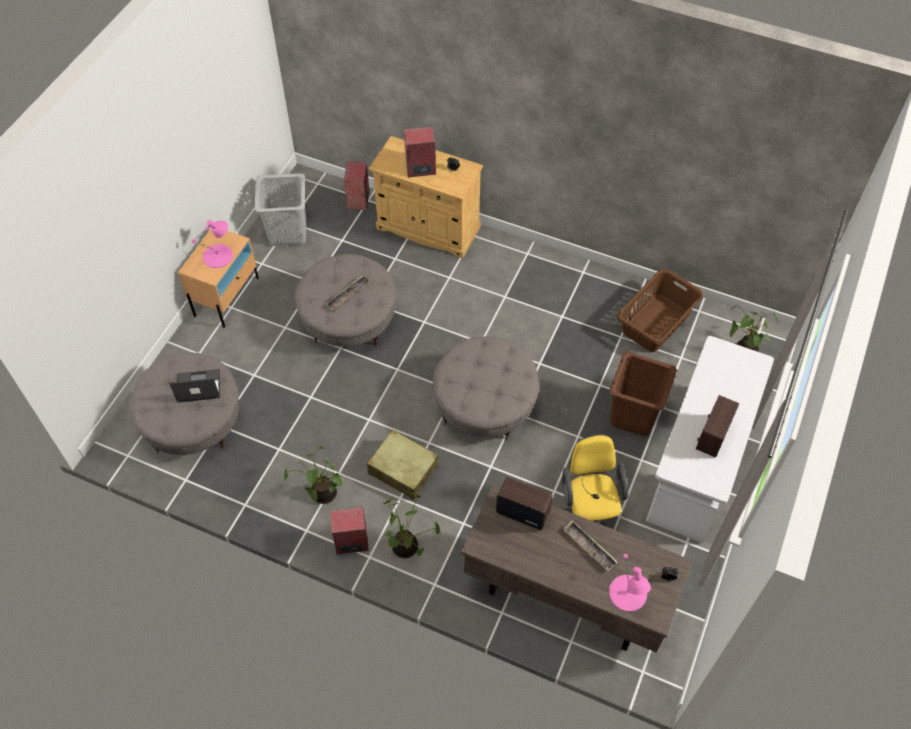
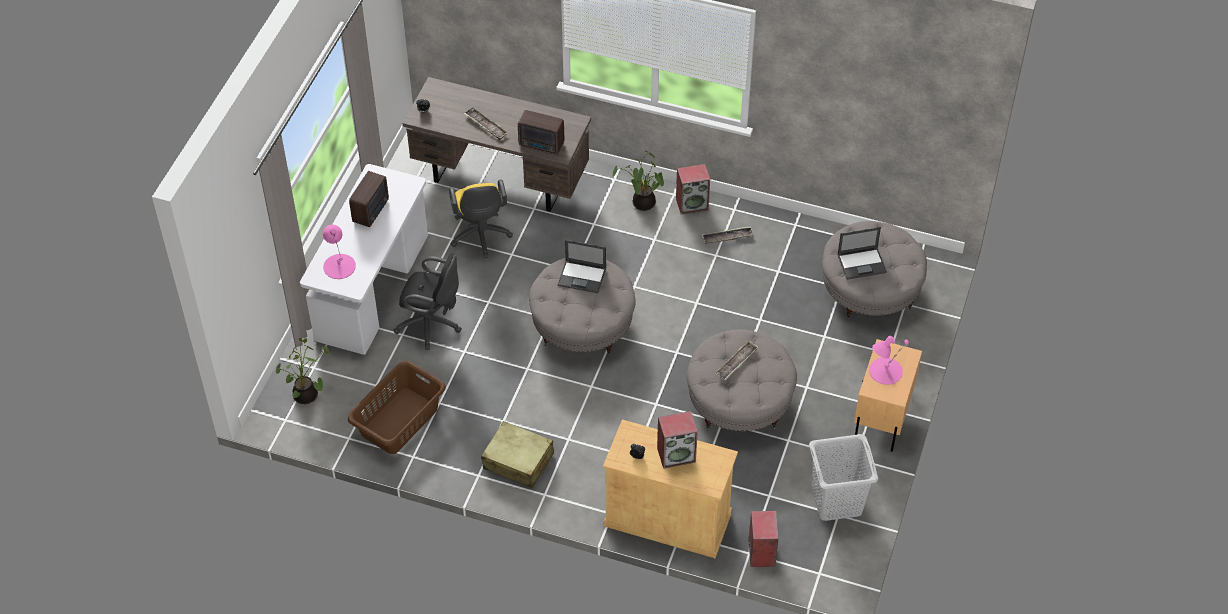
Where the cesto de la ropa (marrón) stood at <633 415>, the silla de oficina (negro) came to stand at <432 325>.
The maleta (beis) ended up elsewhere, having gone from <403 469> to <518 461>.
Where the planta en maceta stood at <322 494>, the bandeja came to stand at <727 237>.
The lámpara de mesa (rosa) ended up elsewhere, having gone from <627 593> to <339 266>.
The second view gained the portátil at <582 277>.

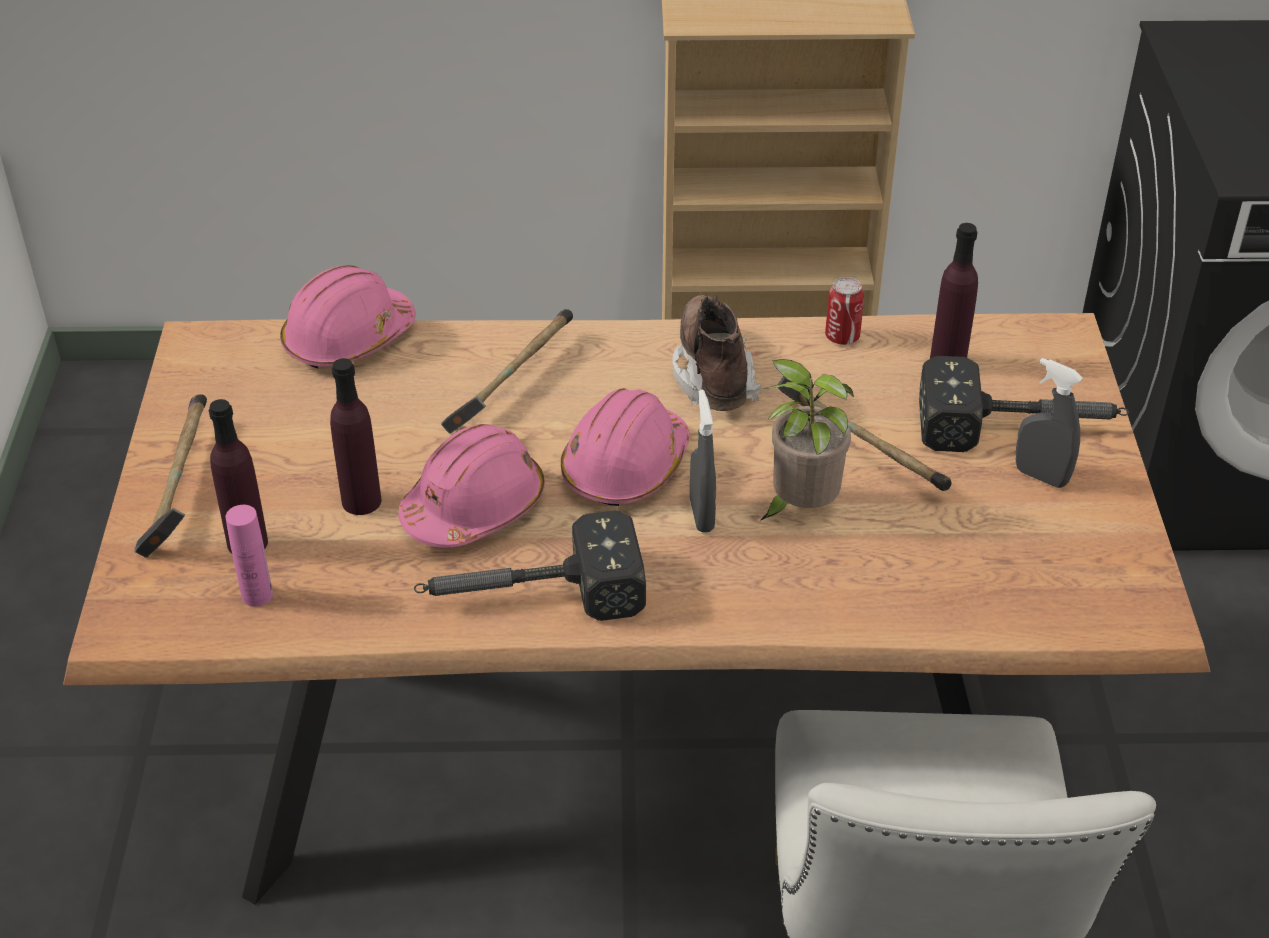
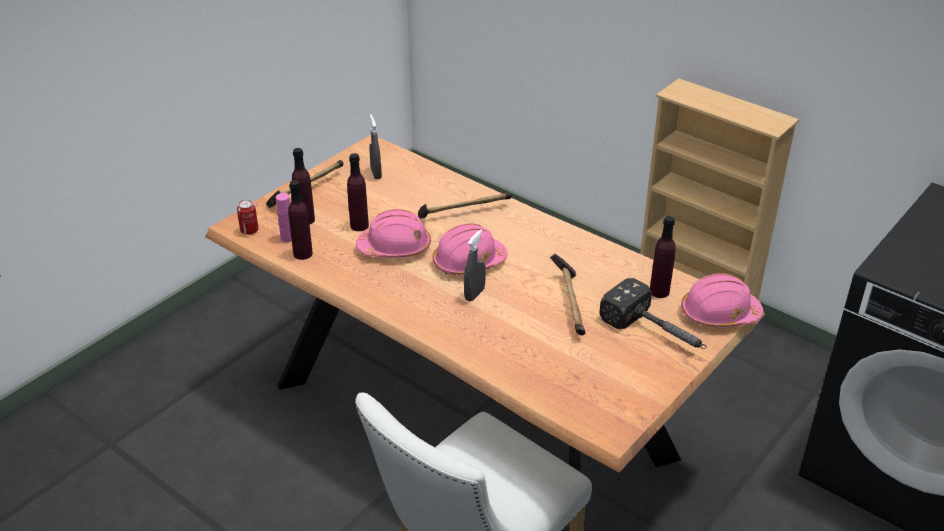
The casco (rosa) ended up elsewhere, having gone from <348 339> to <719 314>.
The lata ended up elsewhere, having gone from <842 336> to <249 231>.
The second view lost the bota (marrón) at <713 375>.
The pulverizador (gris) ended up elsewhere, having gone from <1041 476> to <376 174>.
The second view lost the planta en maceta at <799 508>.
The second view lost the martillo at <528 596>.
The second view gained the botella (morado) at <303 253>.

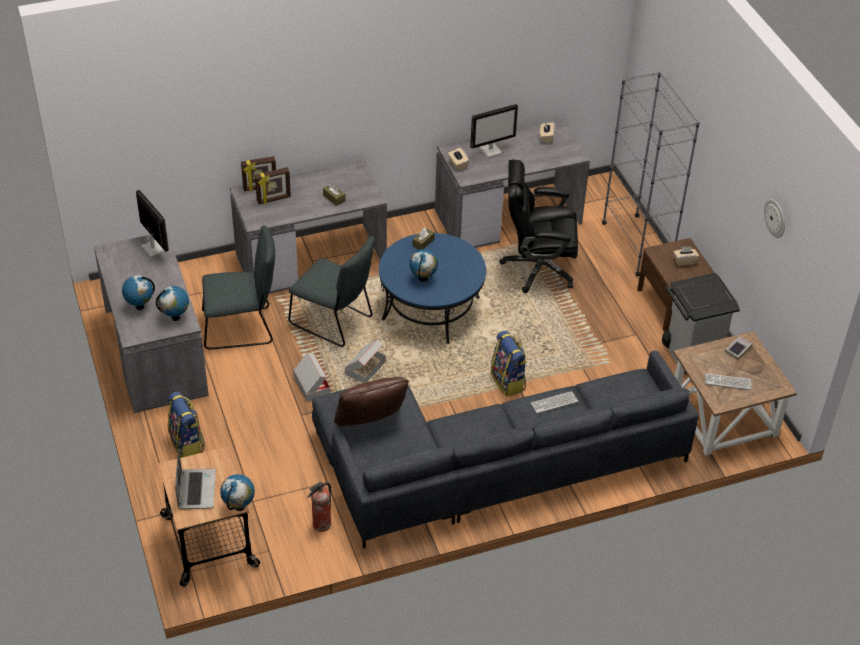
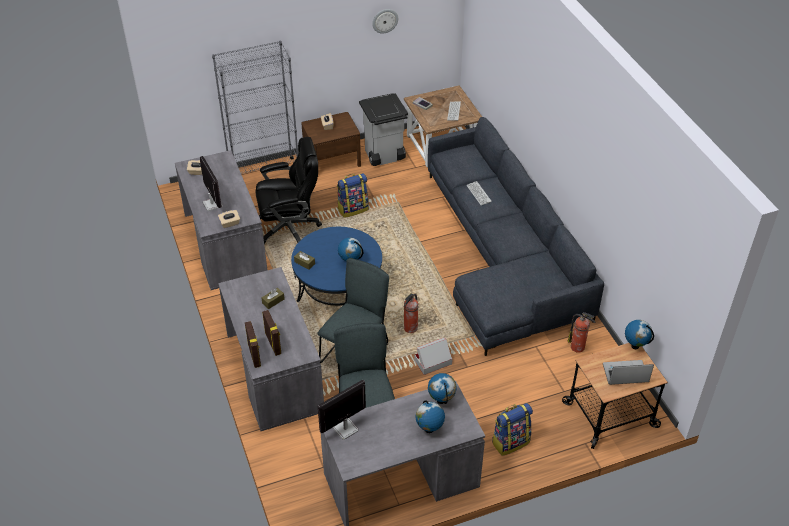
The silla de oficina (negro) at <538 268> ended up facing another way, 105 degrees counterclockwise from before.
The mochila ended up elsewhere, having gone from <508 381> to <353 209>.
Where the caja de cartón stood at <365 368>, the extintor came to stand at <410 328>.
The second view lost the cojín (marrón) at <370 424>.

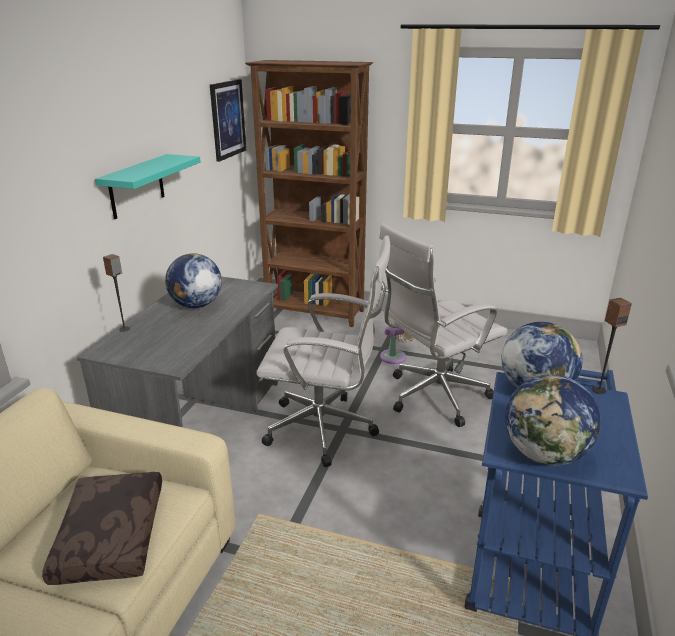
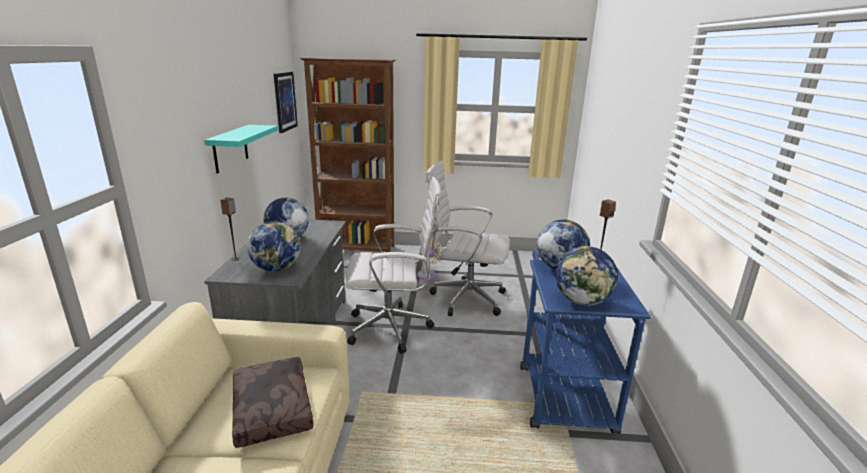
The silla de oficina (blanco) at <433 397> ended up facing another way, 60 degrees clockwise from before.
The second view gained the globo terráqueo at <276 268>.

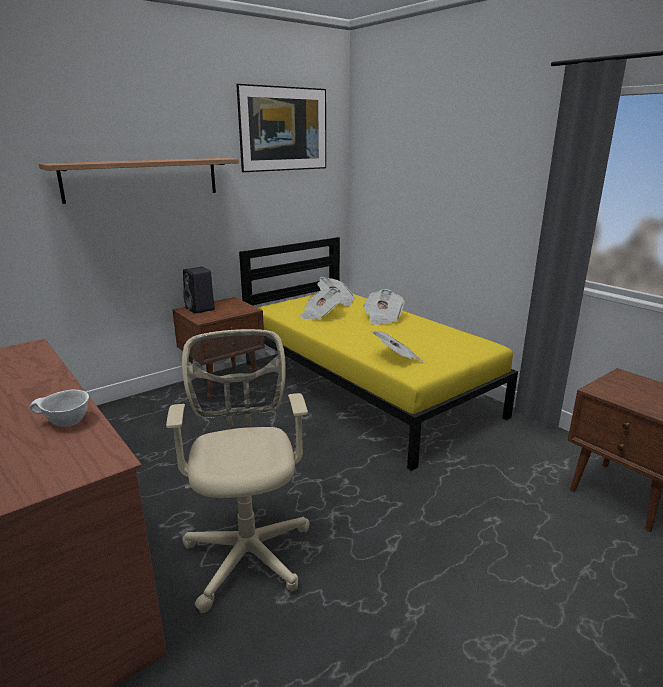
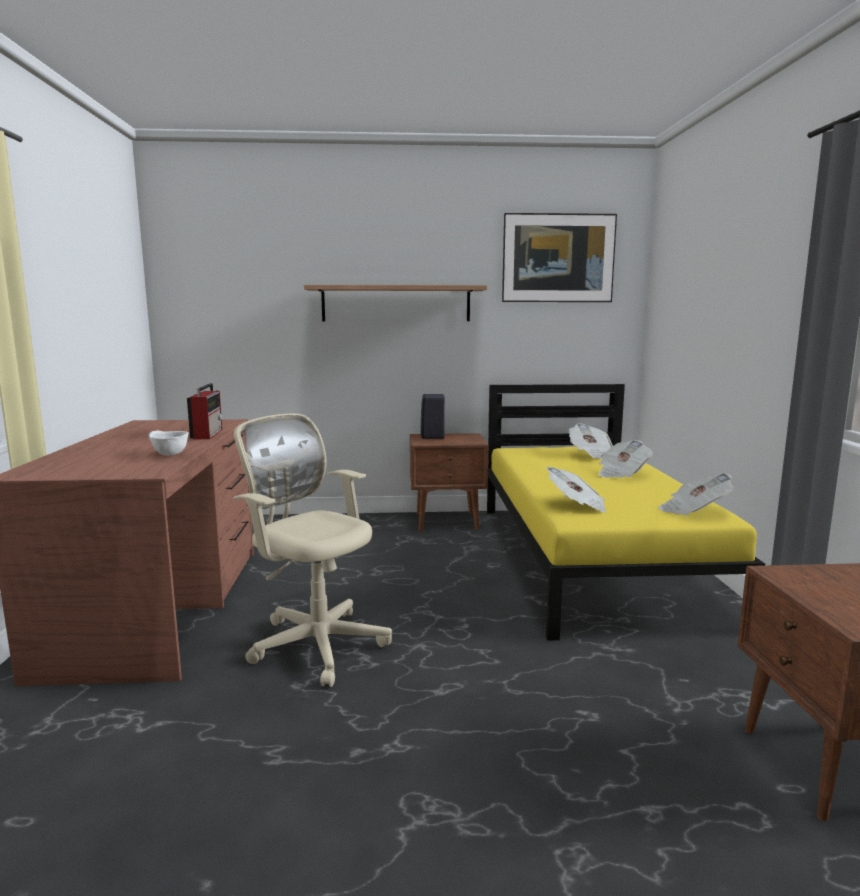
The periódico ended up elsewhere, having gone from <320 315> to <693 511>.
The silla de oficina (beis) at <248 549> ended up facing another way, 75 degrees counterclockwise from before.
The second view gained the radio at <207 434>.

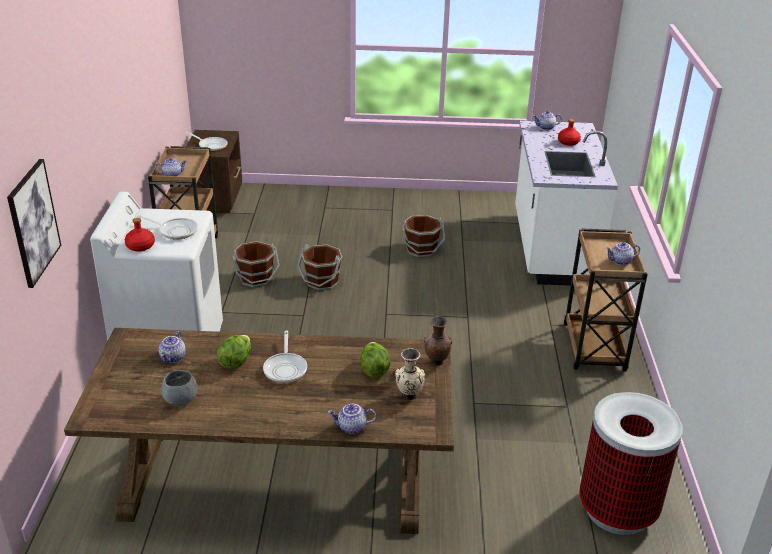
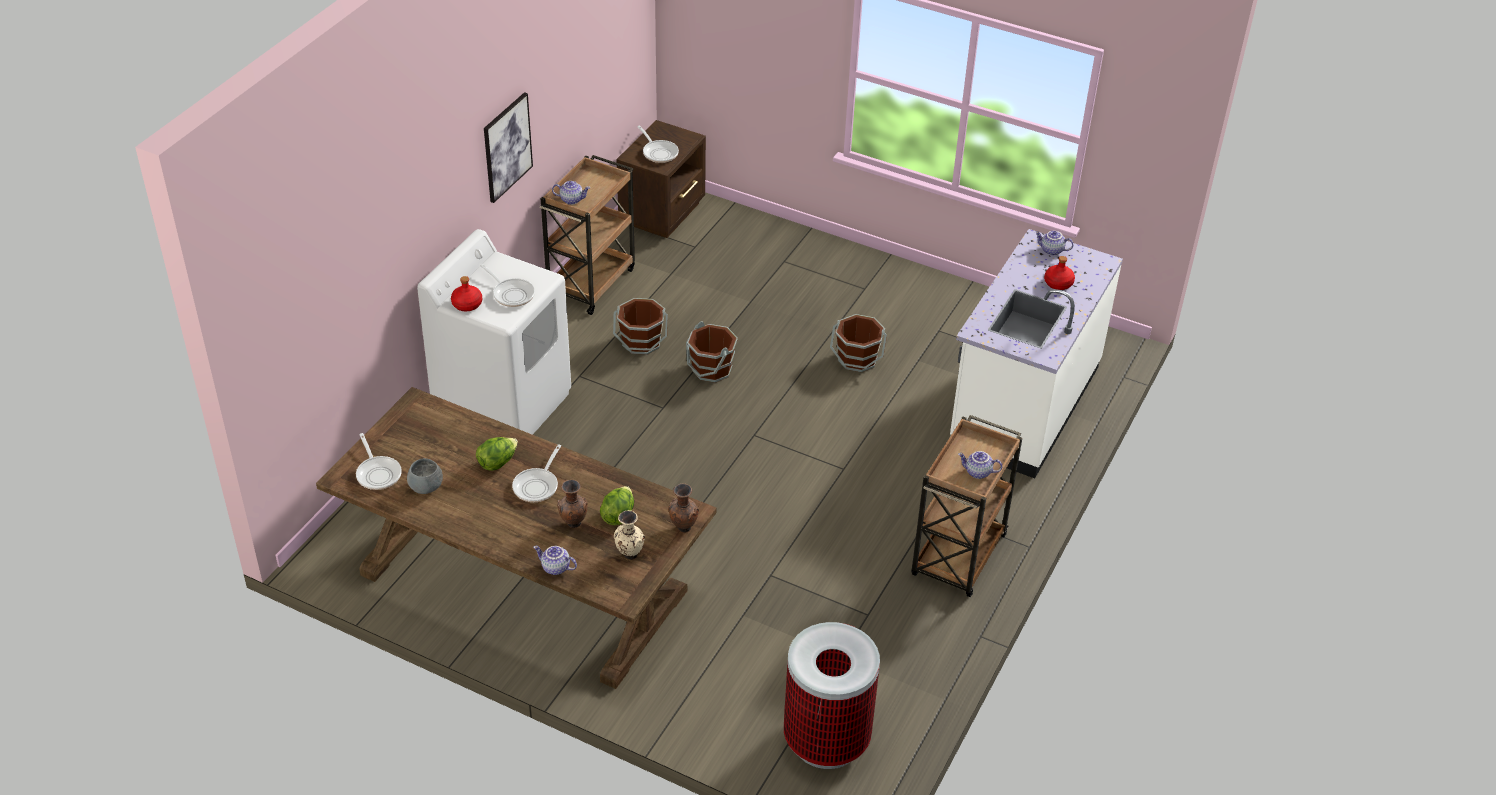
The cuadro ended up elsewhere, having gone from <33 222> to <507 147>.
The second view lost the tetera at <173 358>.
The second view gained the sartén at <378 473>.
The second view gained the florero (marrón) at <573 524>.

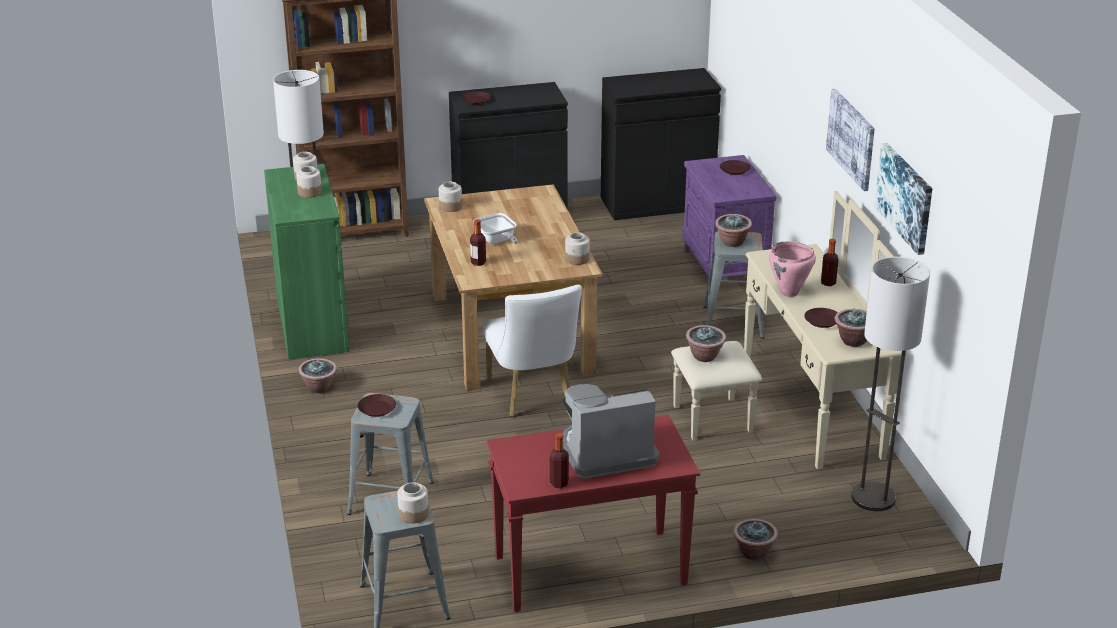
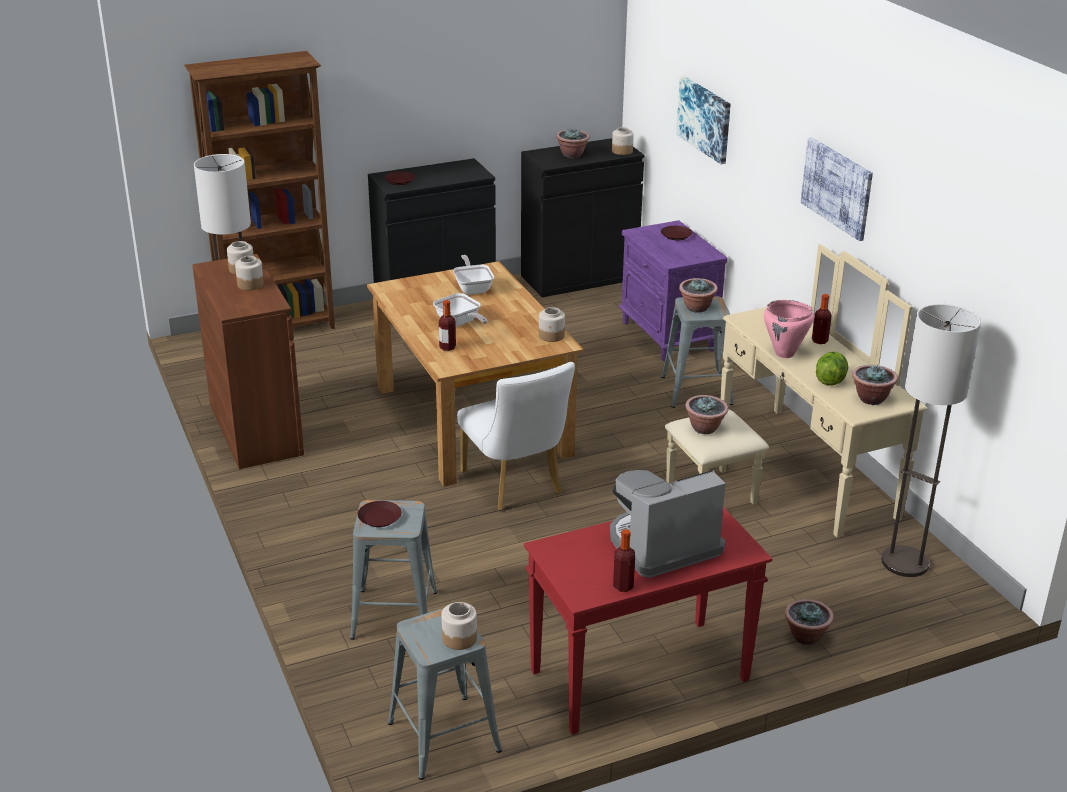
The cuadro ended up elsewhere, having gone from <906 197> to <705 119>.
What was the armario (verde) at <312 325> turned into the armario (marrón) at <255 429>.
The tarro ended up elsewhere, having gone from <450 207> to <621 151>.
Where the plato (marrón) stood at <822 321>, the lechuga came to stand at <830 380>.
The planta en maceta ended up elsewhere, having gone from <319 388> to <572 155>.
The second view gained the sartén at <473 288>.

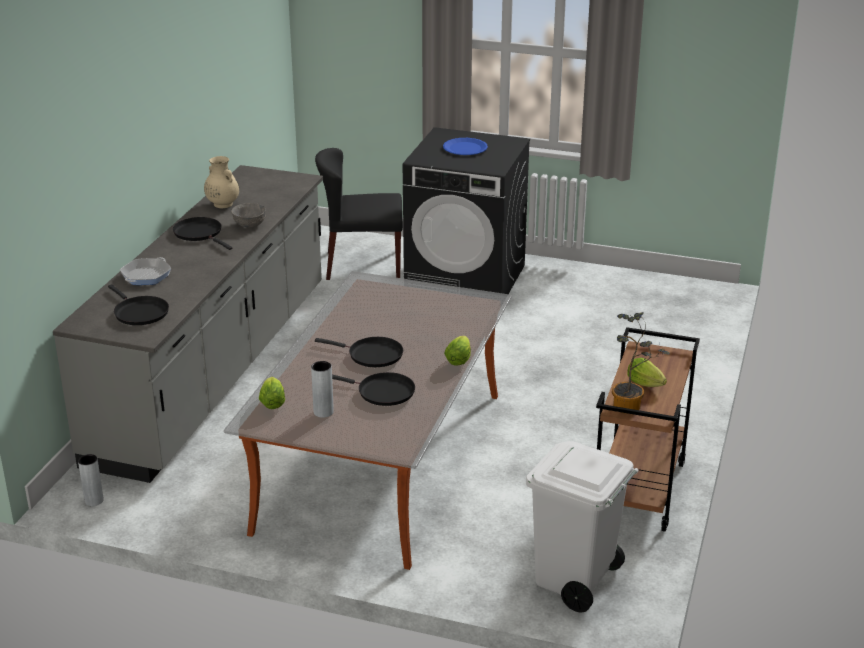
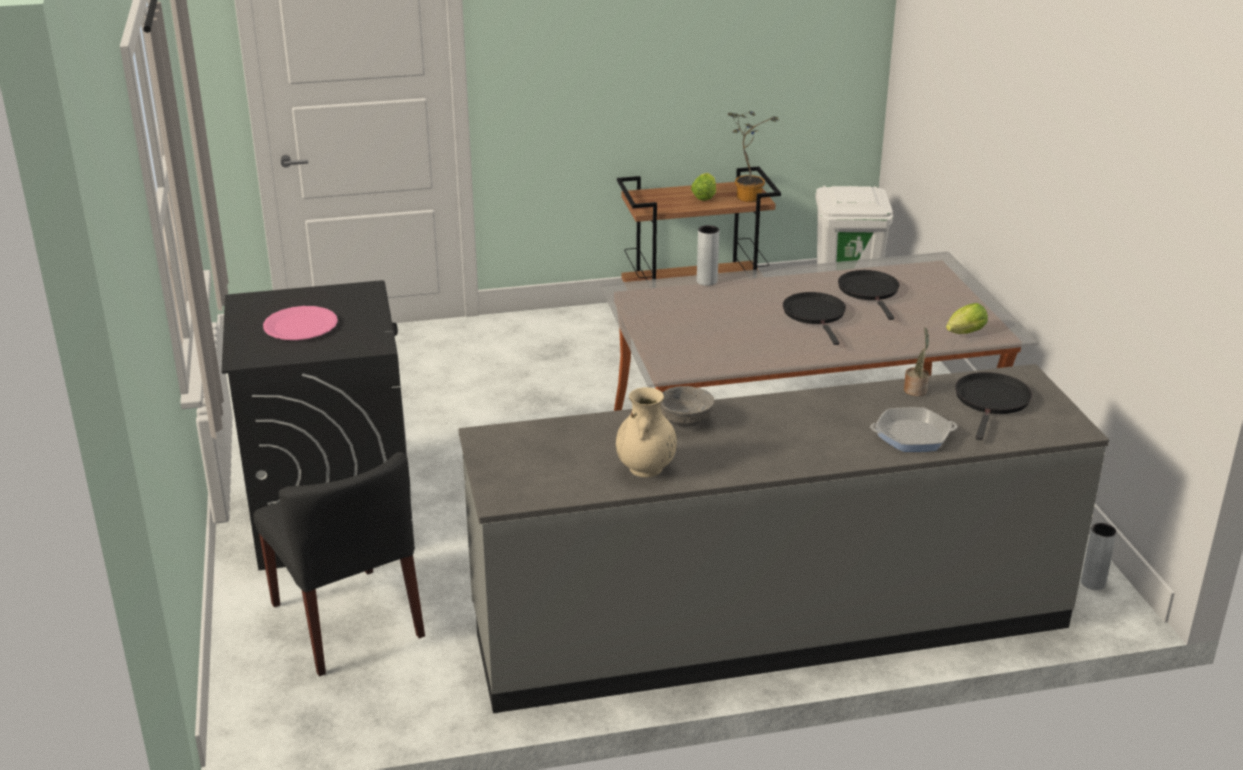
What was the plato (azul) at <465 148> turned into the plato (rosa) at <300 326>.
The second view lost the sartén (negro) at <200 233>.
The second view lost the lechuga at <459 359>.
The florero (gris) ended up elsewhere, having gone from <323 412> to <707 281>.
The second view gained the planta en maceta at <916 389>.

